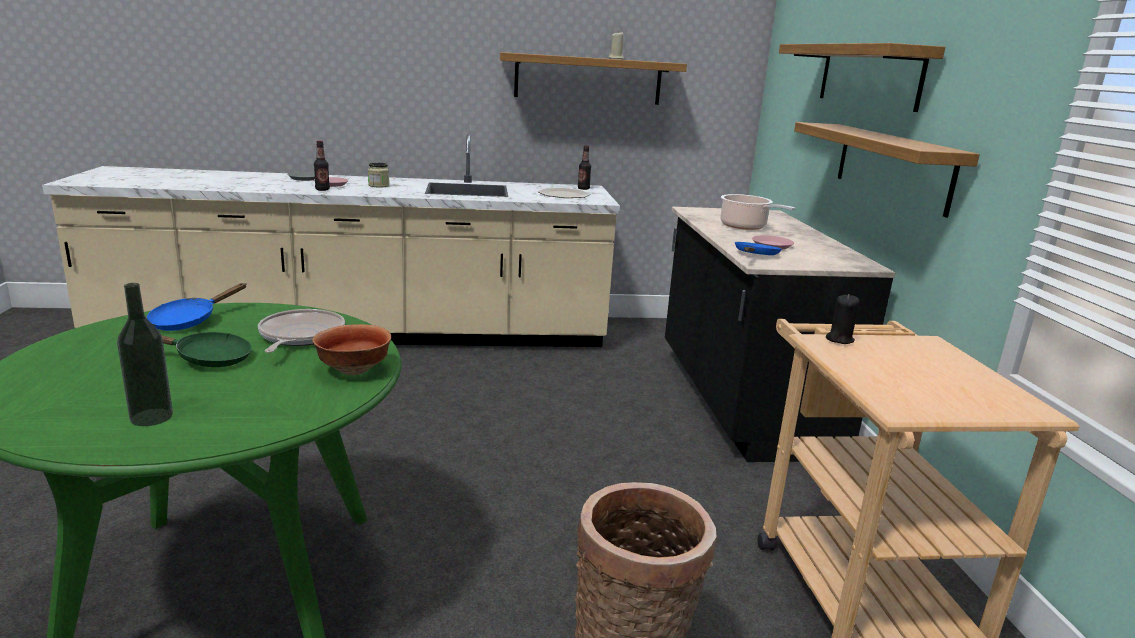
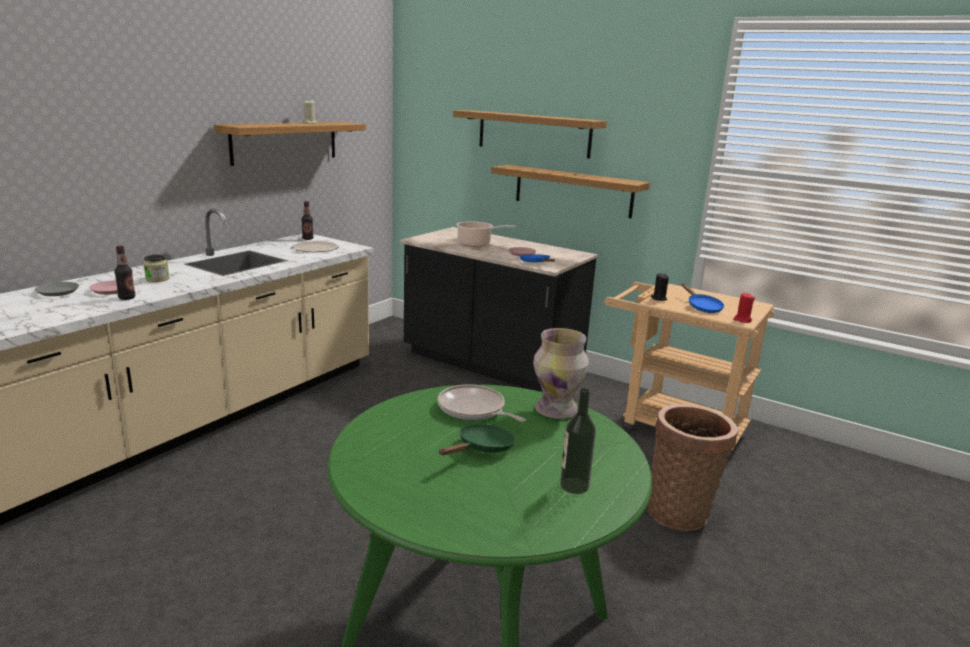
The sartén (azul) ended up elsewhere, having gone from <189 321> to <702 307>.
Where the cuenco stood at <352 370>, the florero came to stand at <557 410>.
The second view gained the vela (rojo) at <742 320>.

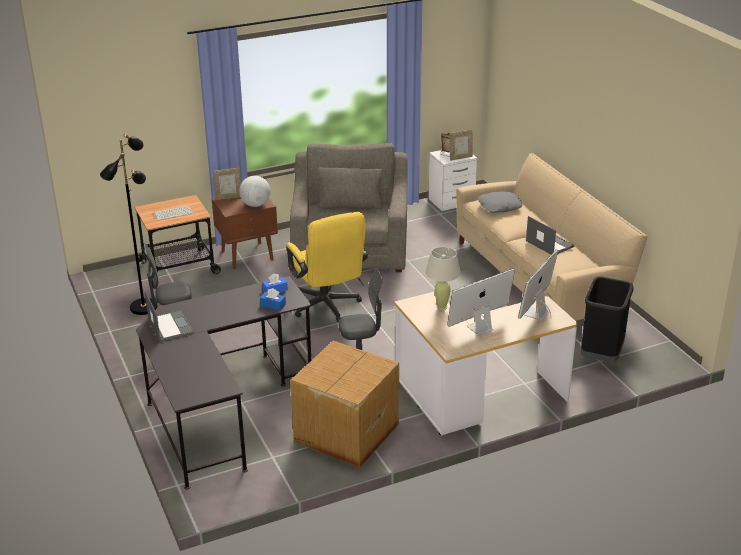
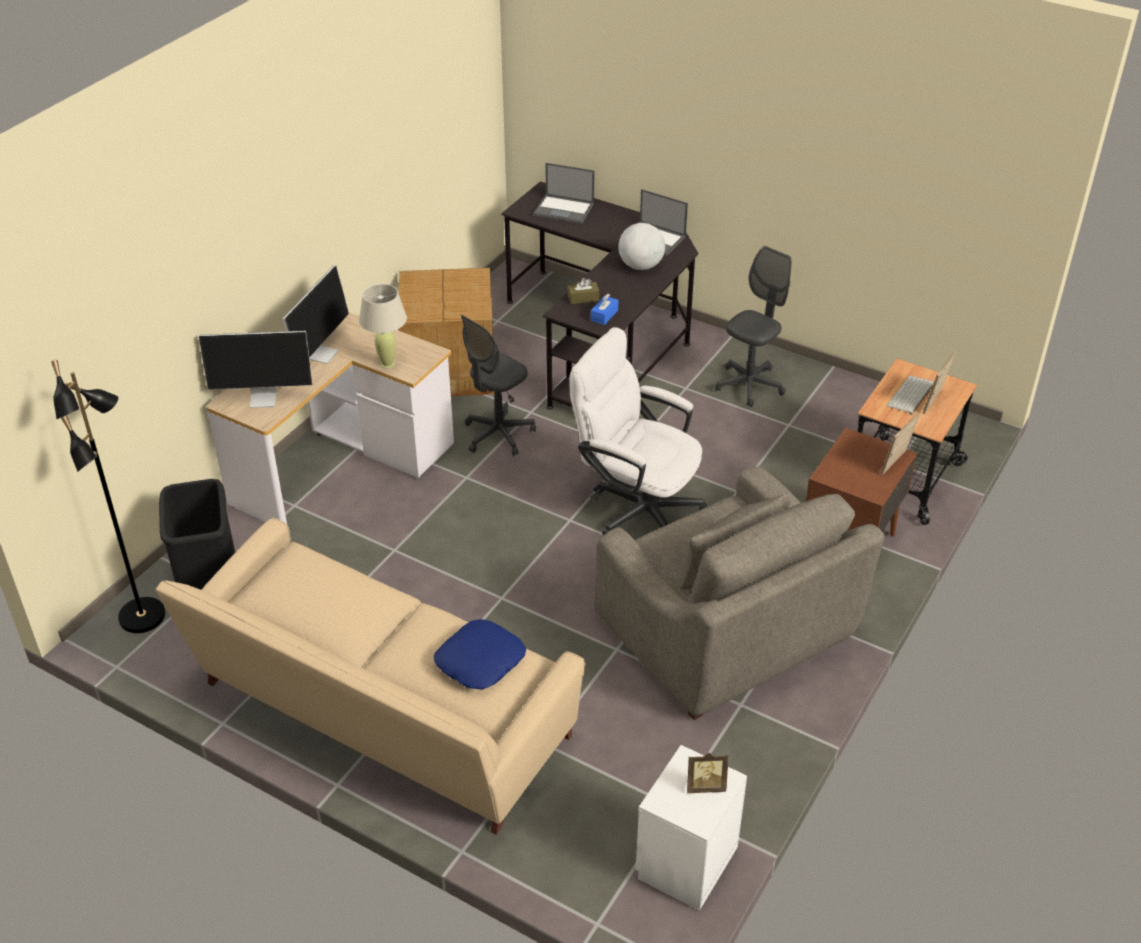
The portarretratos ended up elsewhere, having gone from <460 158> to <934 403>.
The lámpara de pie (negro) ended up elsewhere, having gone from <143 307> to <143 617>.
The globo terráqueo ended up elsewhere, having gone from <255 205> to <640 266>.
What was the cojín (gris) at <500 206> turned into the cojín (azul) at <479 660>.
What was the silla de oficina (amarillo) at <327 307> turned into the silla de oficina (blanco) at <636 506>.
The portátil ended up elsewhere, having gone from <549 243> to <564 209>.
The monitor at <536 314> ended up facing another way, 90 degrees clockwise from before.
What was the caja de pañuelos (azul) at <273 305> turned into the caja de pañuelos (marrón) at <583 298>.

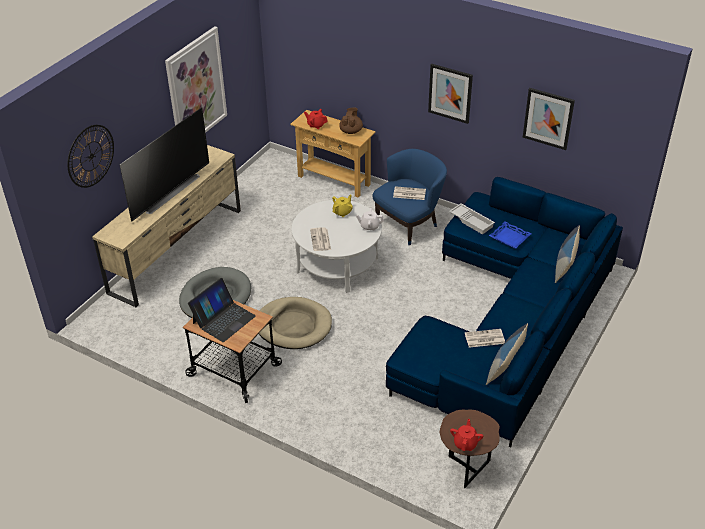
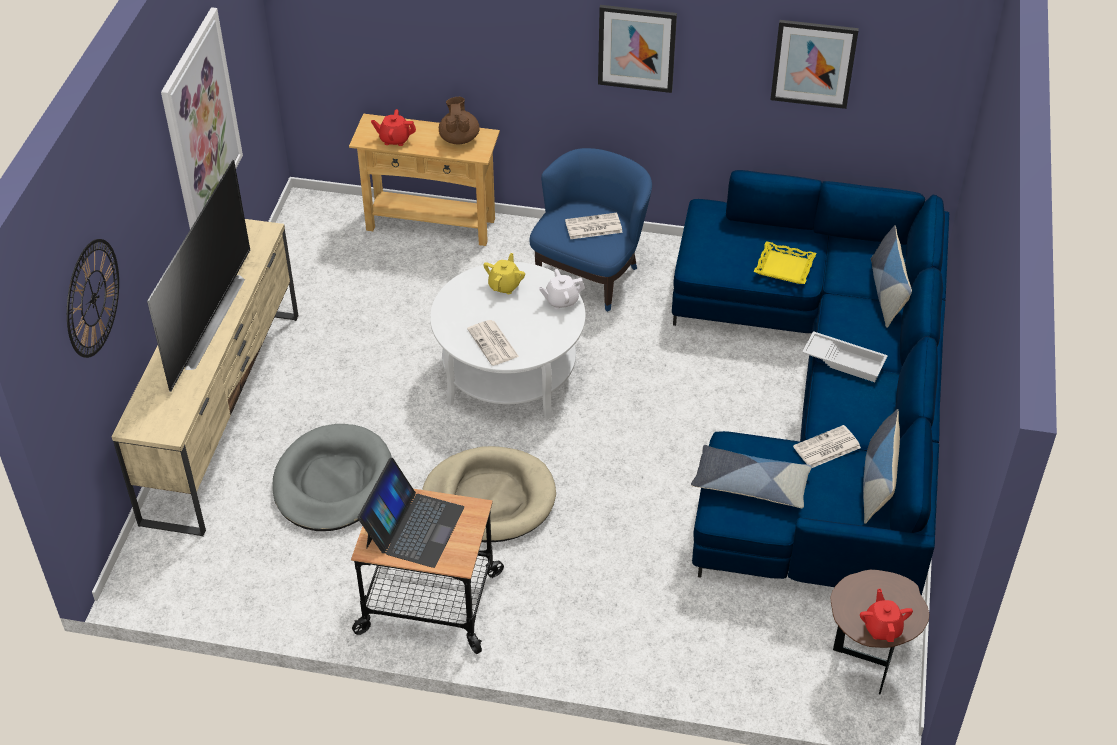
The bandeja (blanco) ended up elsewhere, having gone from <472 221> to <844 360>.
What was the bandeja (azul) at <509 238> turned into the bandeja (amarillo) at <784 267>.
The second view gained the cojín at <750 484>.

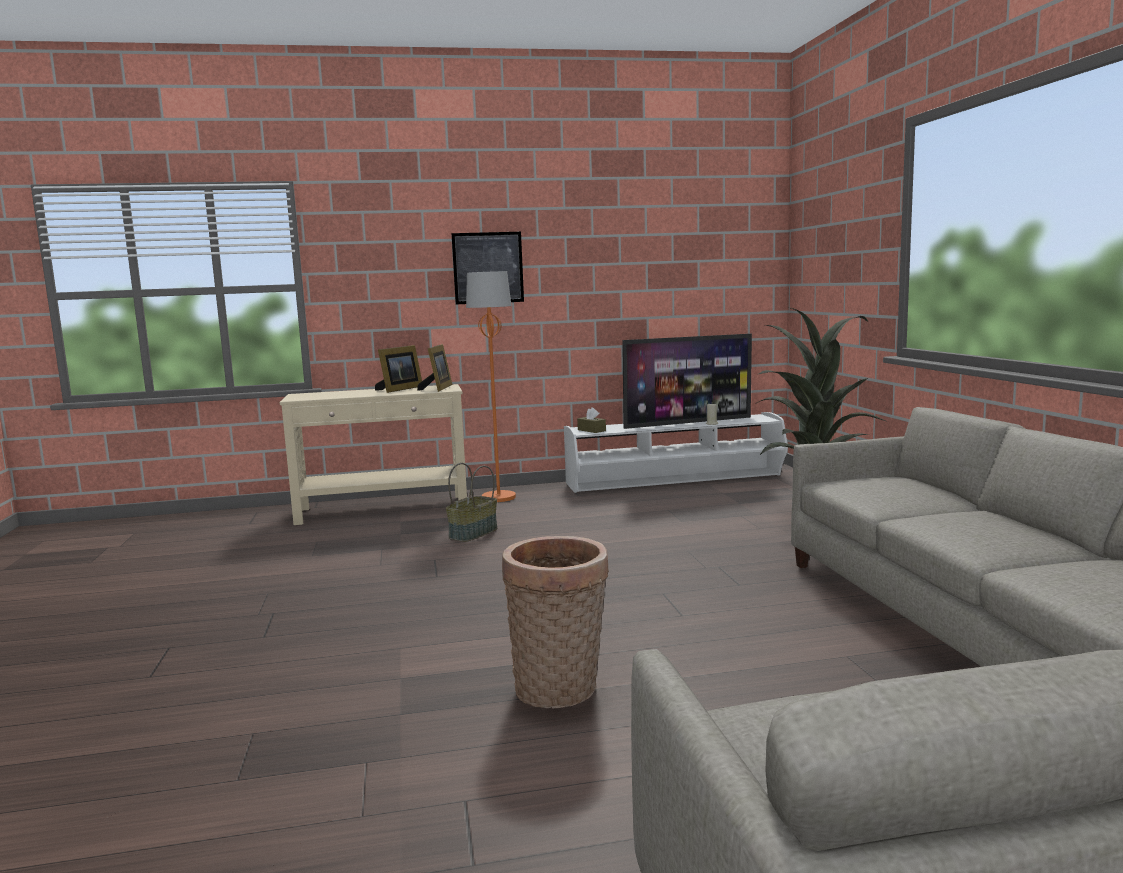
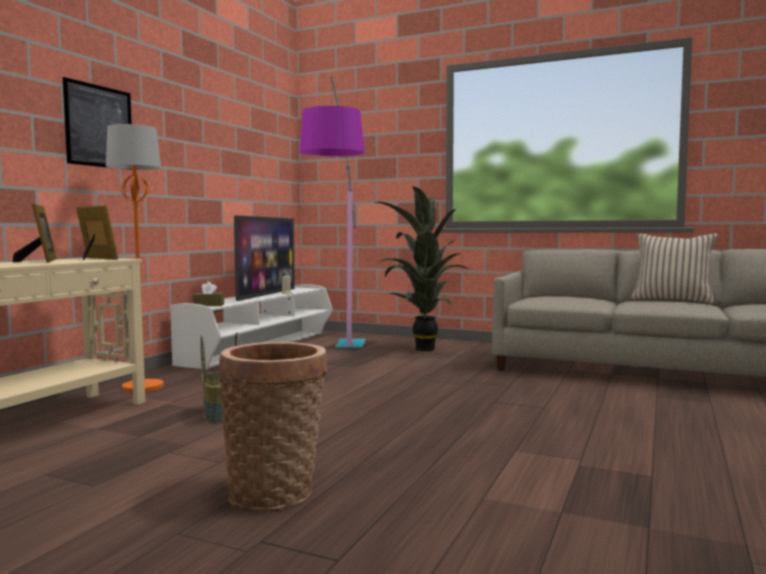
The cesta ended up elsewhere, having gone from <560 690> to <276 492>.
The second view gained the lámpara de pie at <342 359>.
The second view gained the cojín (beis) at <672 300>.

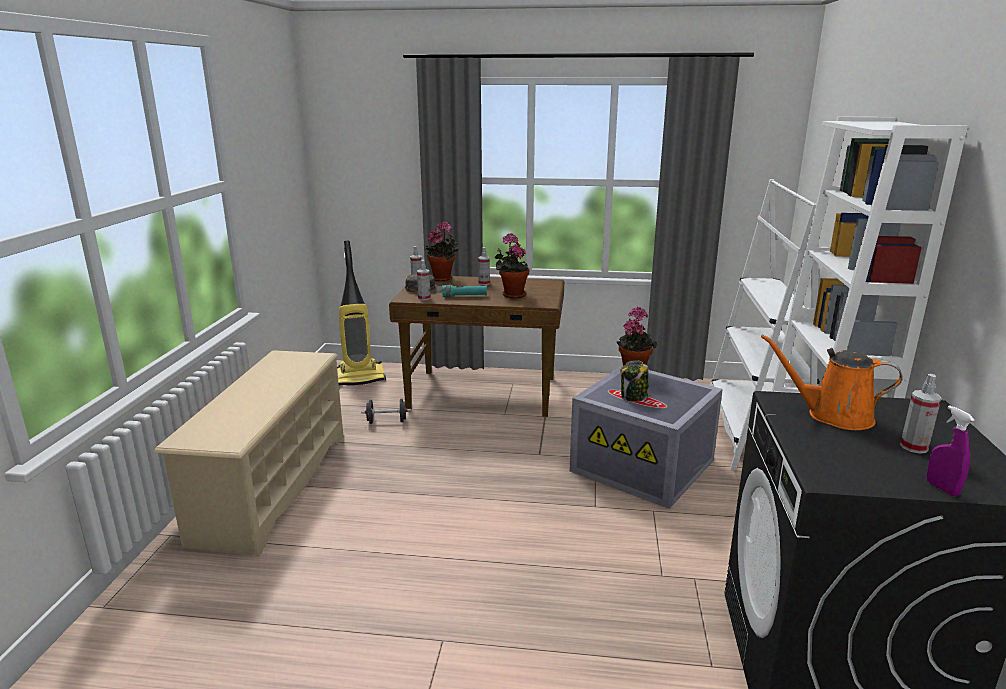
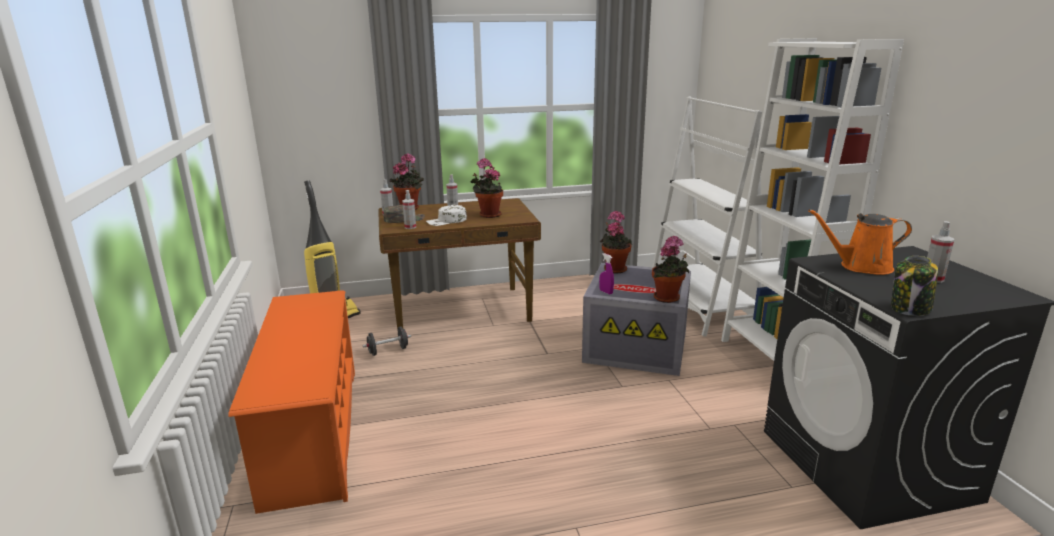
Where the linterna (turquesa) stood at <464 296>, the gorra (blanco) came to stand at <446 221>.
What was the zapatero (beis) at <272 485> turned into the zapatero (naranja) at <313 432>.
The tarro ended up elsewhere, having gone from <634 397> to <910 309>.
The pulverizador (morado) ended up elsewhere, having gone from <942 488> to <606 292>.
The second view gained the planta en maceta at <668 299>.

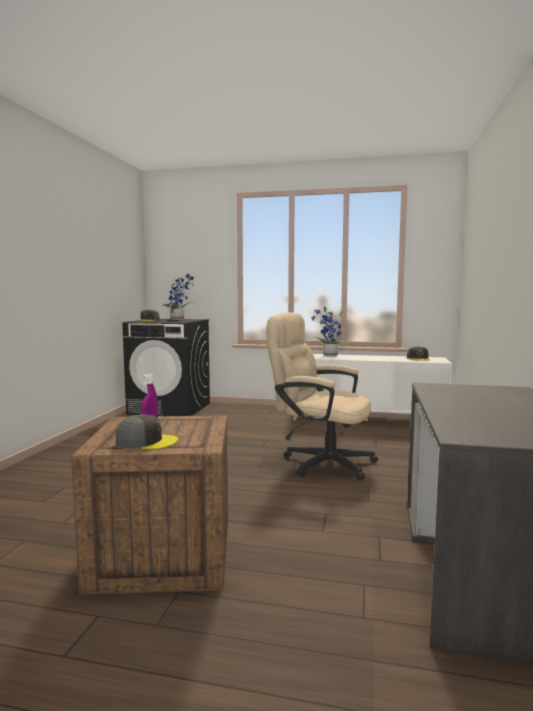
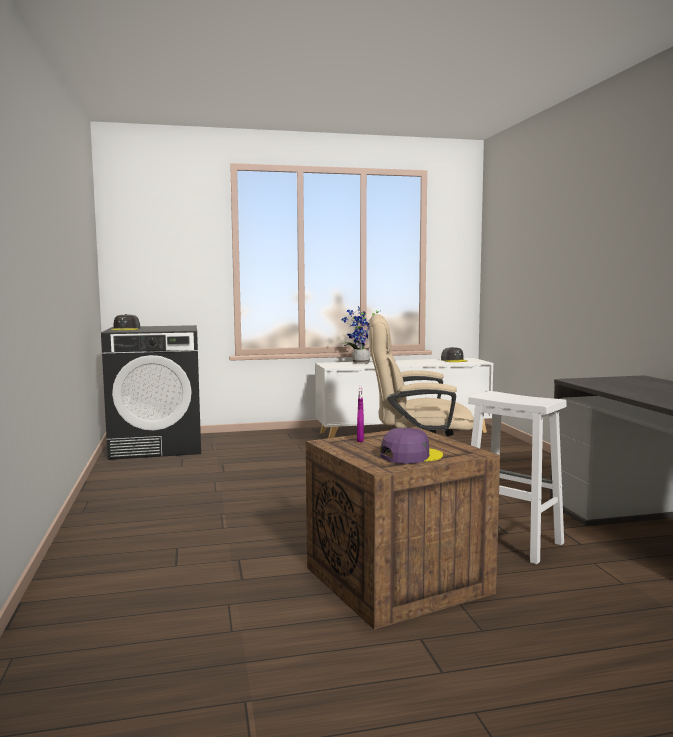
The second view lost the planta en maceta at <179 319>.
What was the gorra (gris) at <146 442> turned into the gorra (morado) at <410 456>.
The second view gained the taburete (blanco) at <510 542>.

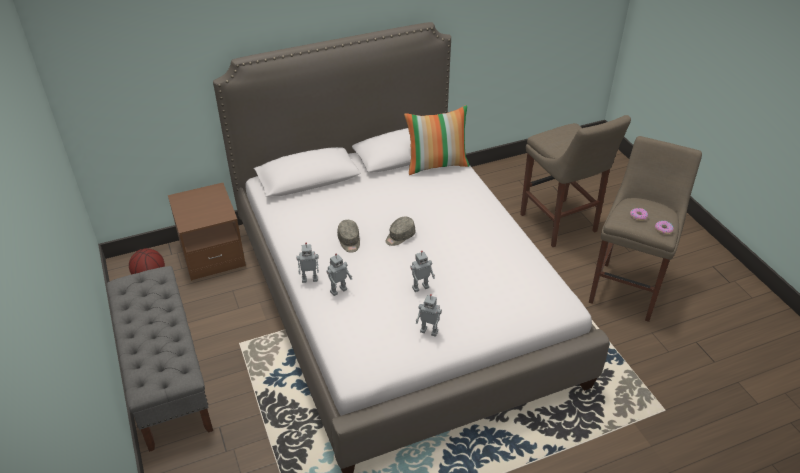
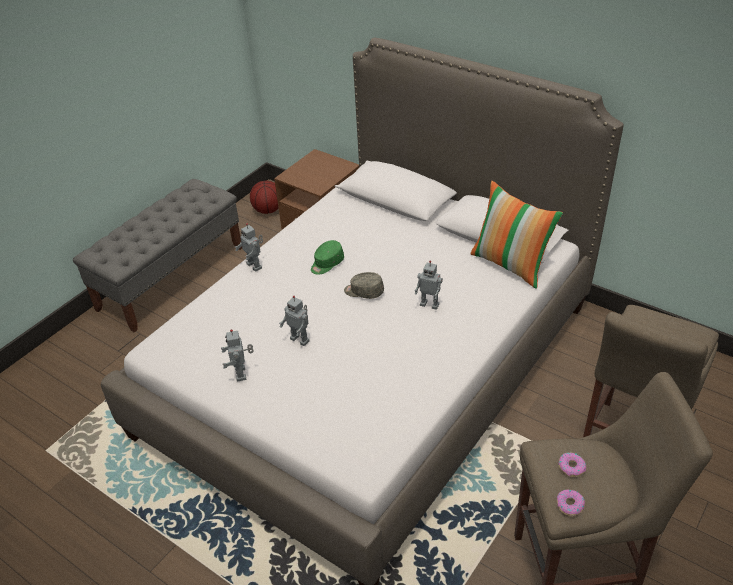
What was the gorra (gris) at <349 241> turned into the gorra (verde) at <326 264>.
The robot de juguete ended up elsewhere, having gone from <338 290> to <430 304>.

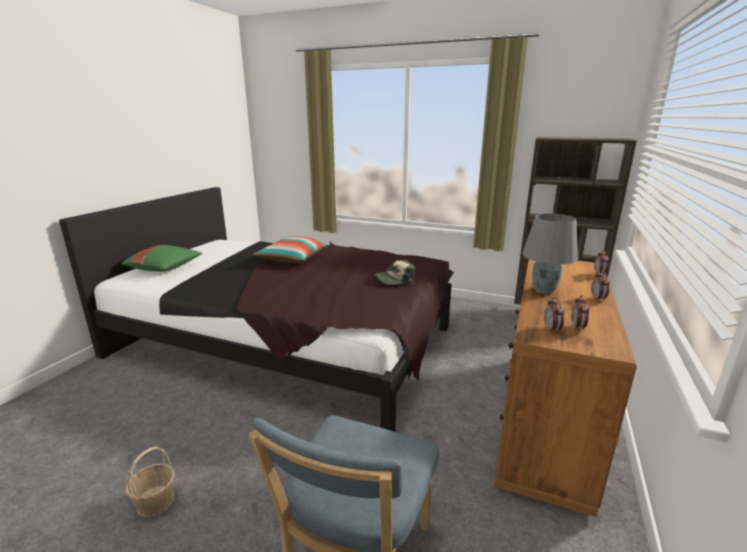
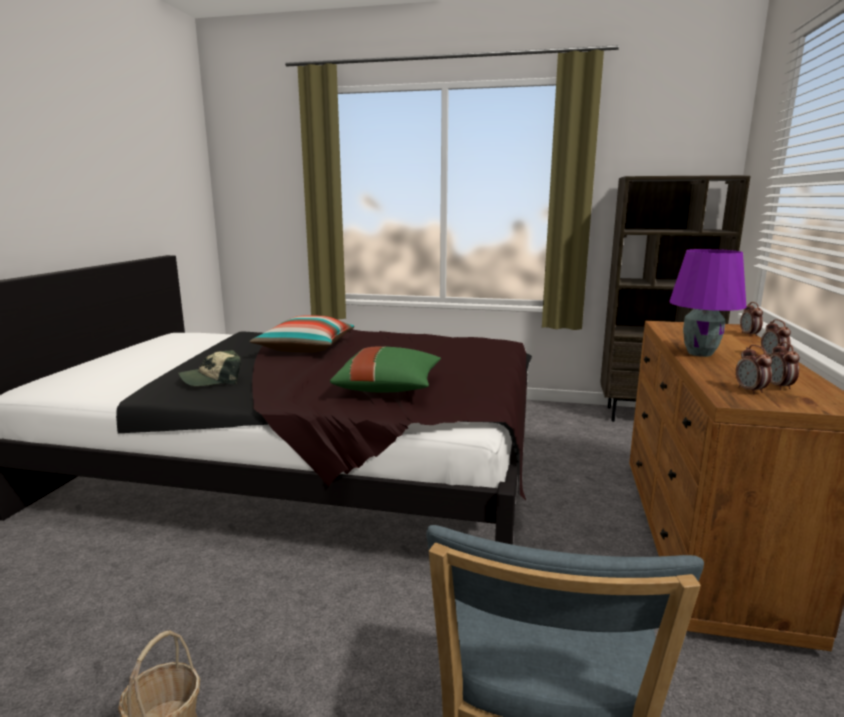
What was the lámpara de mesa (gris) at <544 291> turned into the lámpara de mesa (morado) at <700 353>.
The cojín (verde) ended up elsewhere, having gone from <165 268> to <389 388>.
The gorra ended up elsewhere, having gone from <394 279> to <212 380>.

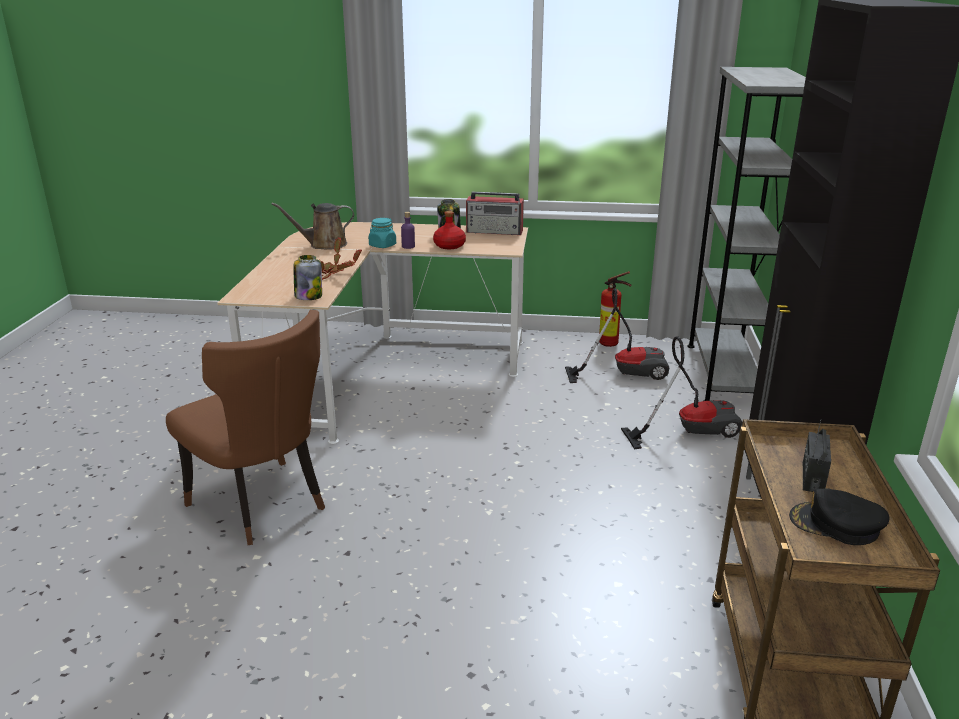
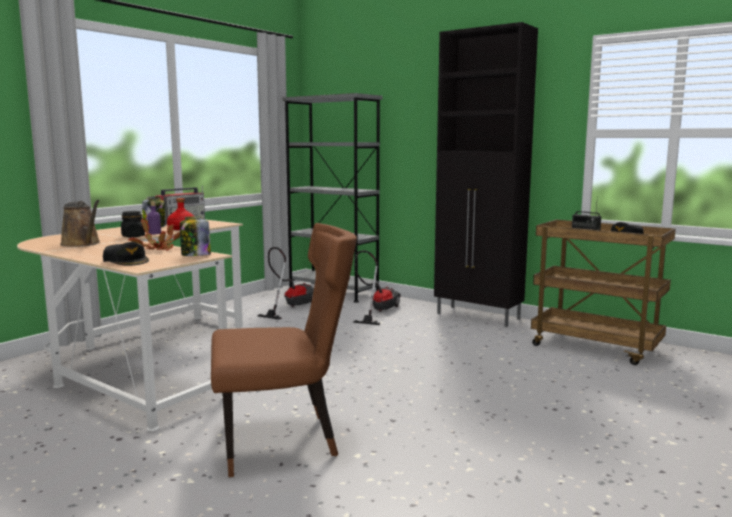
The regadera (marrón) at <324 245> ended up facing another way, 60 degrees counterclockwise from before.
What was the tarro (turquesa) at <382 245> turned into the tarro (negro) at <133 236>.
The second view lost the extintor at <611 344>.
The second view gained the gorra (negro) at <126 260>.

